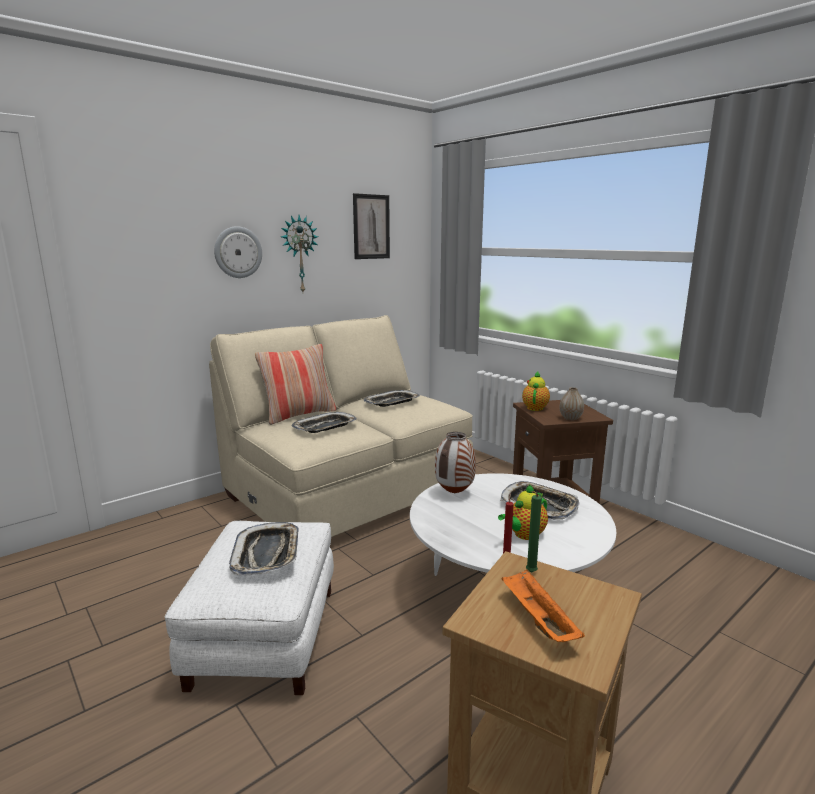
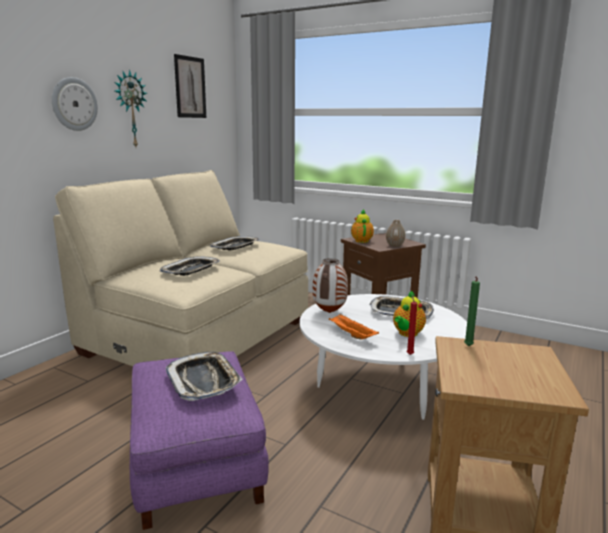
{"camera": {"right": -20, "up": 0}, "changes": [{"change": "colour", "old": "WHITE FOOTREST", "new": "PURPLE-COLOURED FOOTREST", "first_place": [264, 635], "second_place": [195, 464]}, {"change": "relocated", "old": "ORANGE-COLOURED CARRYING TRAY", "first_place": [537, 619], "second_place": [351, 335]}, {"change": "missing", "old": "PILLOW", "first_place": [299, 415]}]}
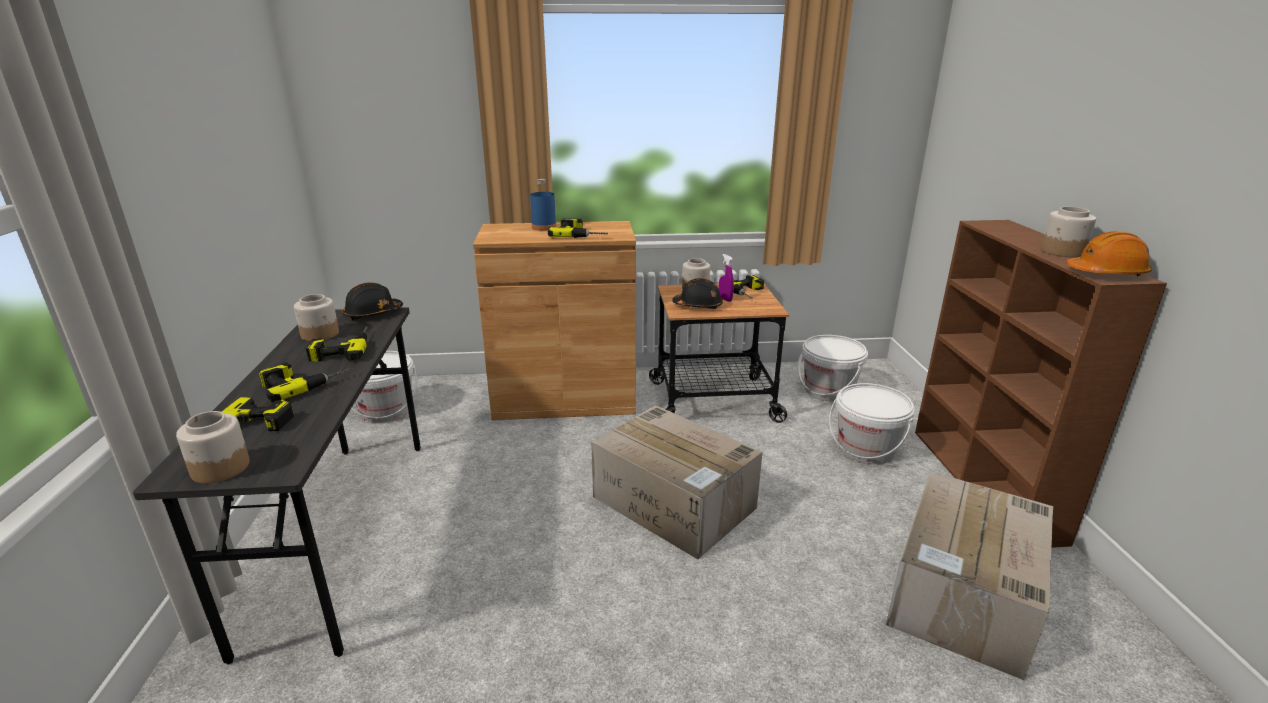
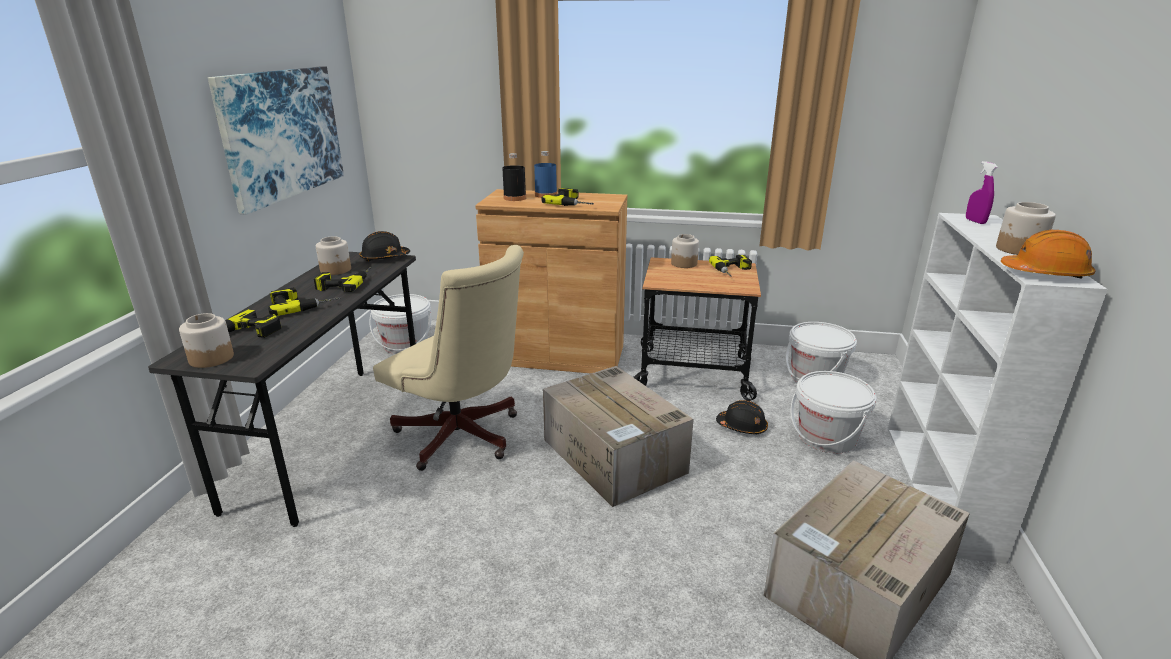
{"camera": {"right": 15, "up": 0}, "changes": [{"change": "appeared", "new": "WALL PICTURE", "second_place": [282, 134]}, {"change": "appeared", "new": "BEIGE-COLOURED DESK CHAIR", "second_place": [463, 438]}, {"change": "appeared", "new": "BLACK-COLOURED BOTTLE", "second_place": [514, 198]}, {"change": "relocated", "old": "BLACK-COLOURED SAFETY HELMET", "first_place": [698, 306], "second_place": [742, 427]}, {"change": "colour", "old": "BROWNISH BOOKCASE", "new": "WHITE BOOKCASE", "first_place": [985, 483], "second_place": [940, 488]}, {"change": "relocated", "old": "PURPLE-COLOURED SPRAY BOTTLE", "first_place": [725, 299], "second_place": [975, 221]}]}
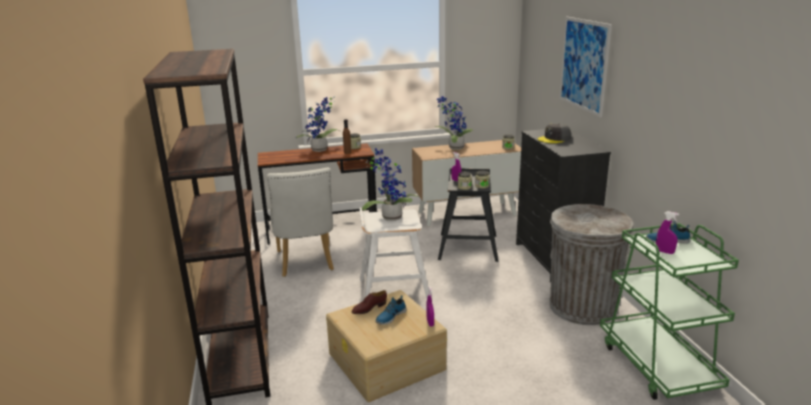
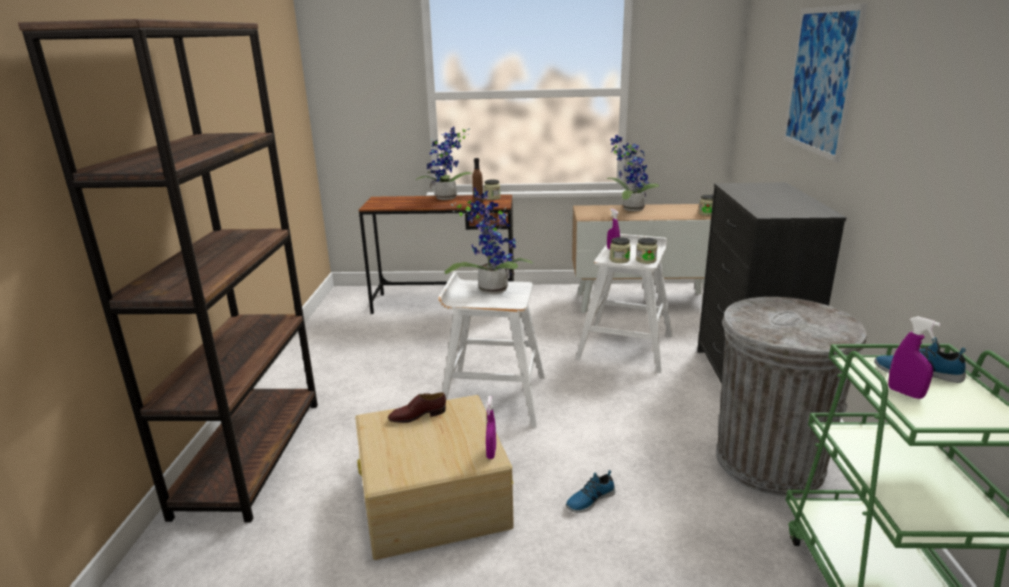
{"camera": {"right": 15, "up": 0}, "changes": [{"change": "relocated", "old": "LOW SHOE", "first_place": [390, 316], "second_place": [589, 499]}, {"change": "colour", "old": "BLACK-COLOURED STOOL", "new": "WHITE STOOL", "first_place": [468, 246], "second_place": [626, 346]}, {"change": "missing", "old": "WHITE PLAIN CHAIR", "first_place": [306, 263]}, {"change": "missing", "old": "GREYISH BASEBALL CAP", "first_place": [554, 139]}]}
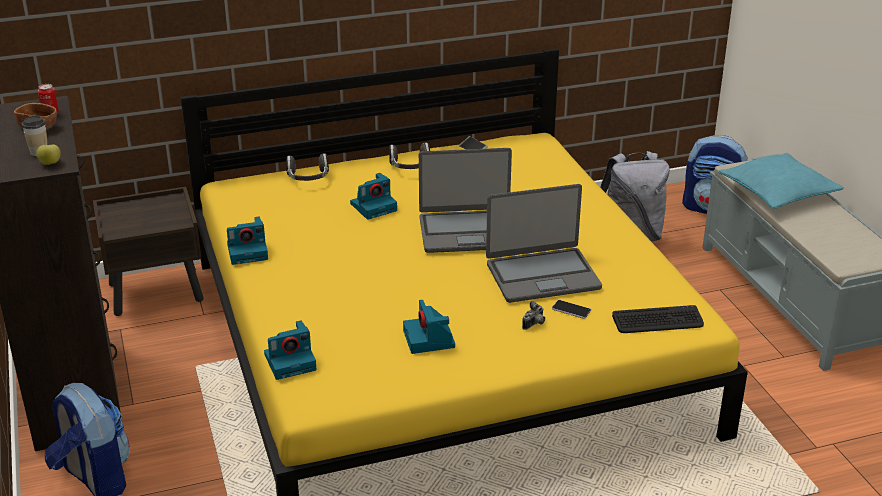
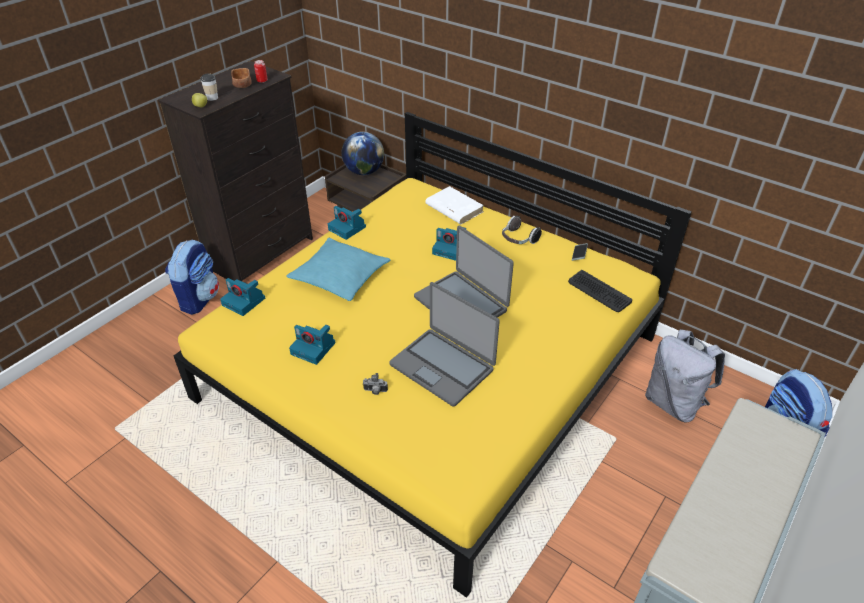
{"camera": {"right": 55, "up": 10}, "changes": [{"change": "relocated", "old": "TURQUOISE PILLOW", "first_place": [778, 192], "second_place": [340, 277]}, {"change": "spun", "old": "PHOTO CAMERA", "first_place": [429, 340], "second_place": [314, 348], "degrees": -105}, {"change": "appeared", "new": "GLOBE", "second_place": [364, 172]}, {"change": "exchanged", "old": "PAIR OF HEADPHONES", "new": "WHITE VOLUME", "first_place": [308, 179], "second_place": [453, 208]}, {"change": "relocated", "old": "COMPUTER KEYBOARD", "first_place": [657, 321], "second_place": [599, 292]}, {"change": "missing", "old": "TELEPHONE", "first_place": [571, 310]}]}
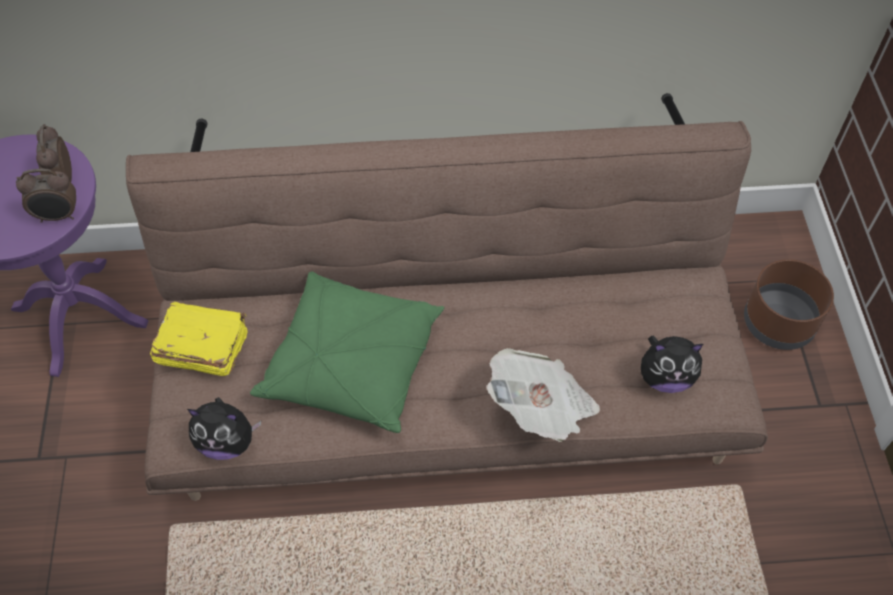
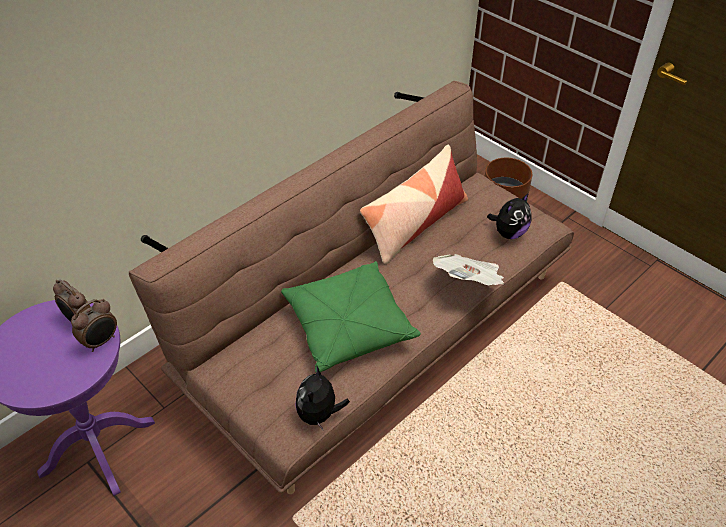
{"camera": {"right": -40, "up": -10}, "changes": [{"change": "spun", "old": "SOFT TOY", "first_place": [227, 442], "second_place": [319, 414], "degrees": 135}, {"change": "appeared", "new": "PILLOW", "second_place": [415, 224]}, {"change": "missing", "old": "YELLOW-COLOURED VOLUME", "first_place": [202, 347]}]}
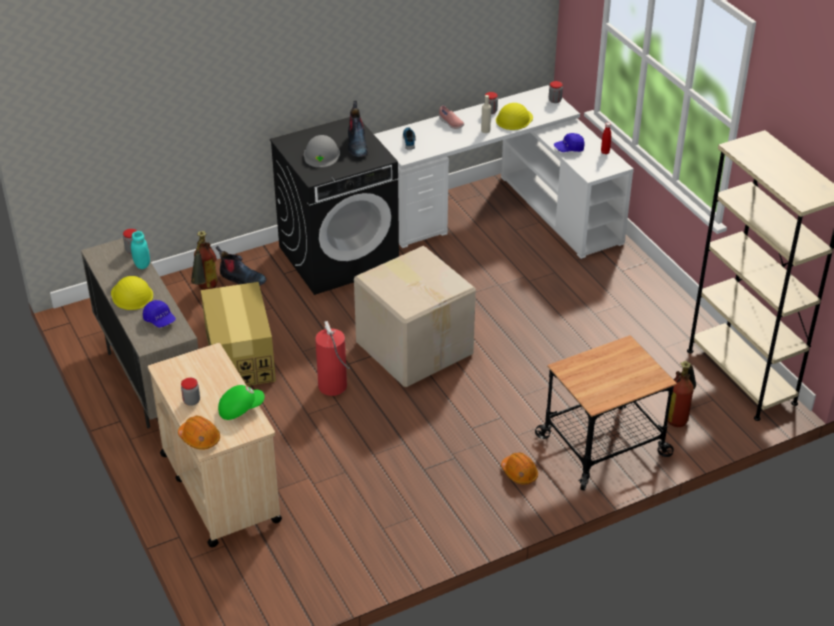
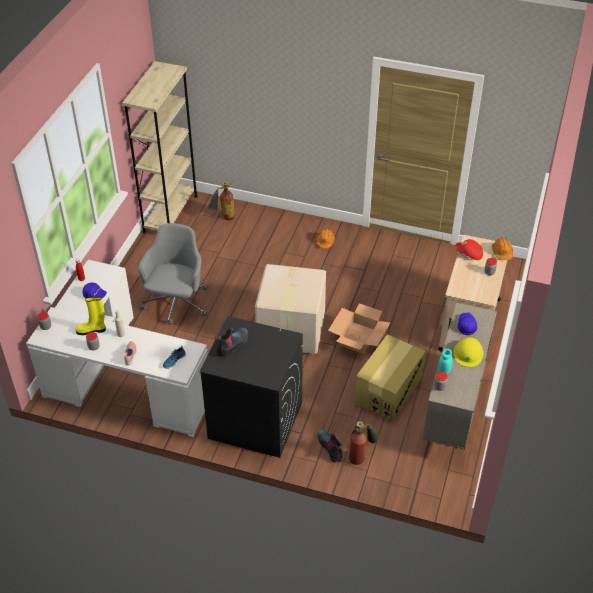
{"camera": {"right": -135, "up": 5}, "changes": [{"change": "exchanged", "old": "YELLOW-COLOURED SAFETY HELMET", "new": "YELLOW-COLOURED TALL BOOT", "first_place": [514, 119], "second_place": [92, 330]}, {"change": "appeared", "new": "GREYISH DESK CHAIR", "second_place": [177, 304]}, {"change": "exchanged", "old": "EXTINGUISHER", "new": "CARDBOARD BOX", "first_place": [333, 387], "second_place": [358, 338]}, {"change": "colour", "old": "GREEN BASEBALL CAP", "new": "RED-COLOURED BASEBALL CAP", "first_place": [240, 408], "second_place": [469, 254]}, {"change": "missing", "old": "GREYISH SAFETY HELMET", "first_place": [321, 154]}, {"change": "missing", "old": "TROLLEY", "first_place": [603, 447]}]}
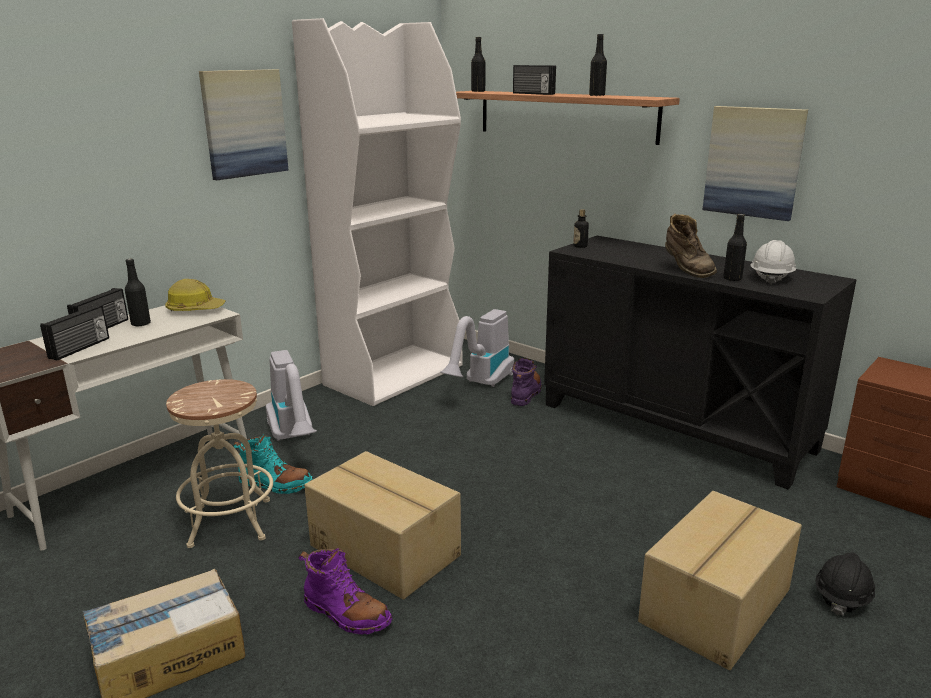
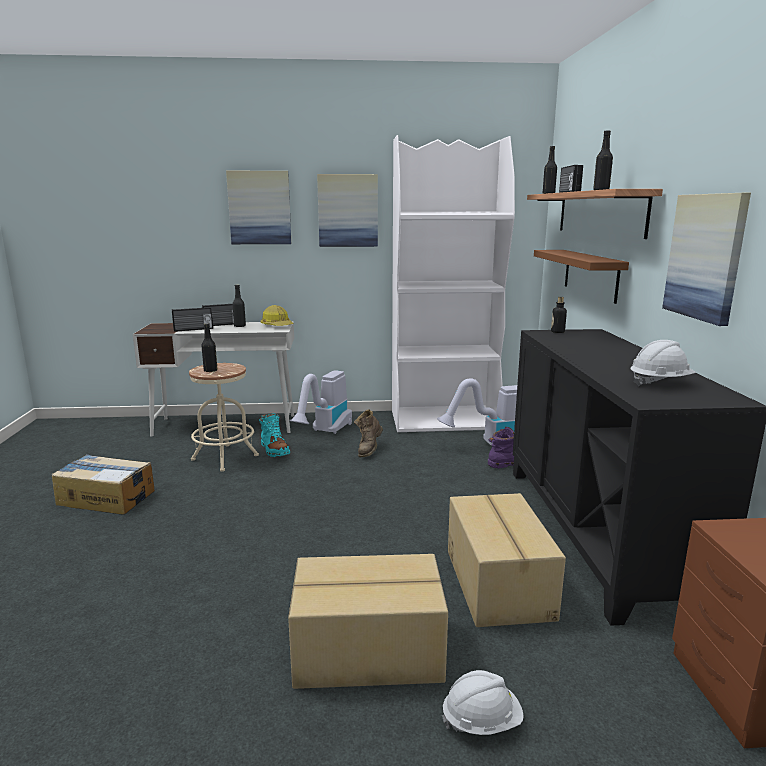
{"camera": {"right": 45, "up": -5}, "changes": [{"change": "relocated", "old": "BLACK-COLOURED BOTTLE", "first_place": [732, 279], "second_place": [210, 371]}, {"change": "appeared", "new": "WALL PICTURE", "second_place": [259, 208]}, {"change": "relocated", "old": "BROWNISH TALL BOOT", "first_place": [686, 270], "second_place": [369, 450]}, {"change": "colour", "old": "BLACK-COLOURED SAFETY HELMET", "new": "WHITE SAFETY HELMET", "first_place": [842, 596], "second_place": [481, 721]}, {"change": "relocated", "old": "CARDBOARD BOX", "first_place": [385, 549], "second_place": [499, 583]}, {"change": "appeared", "new": "BROWNISH WALL SHELF", "second_place": [590, 274]}, {"change": "missing", "old": "PURPLE-COLOURED TALL BOOT", "first_place": [346, 614]}]}
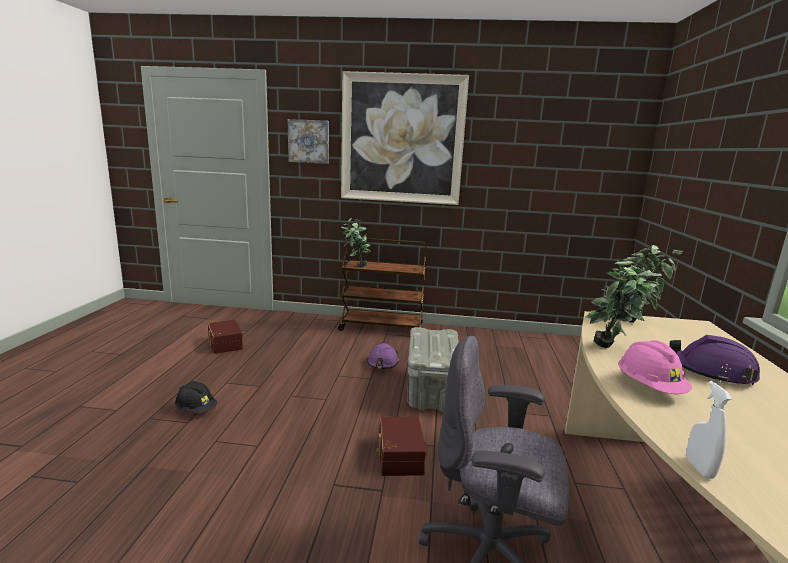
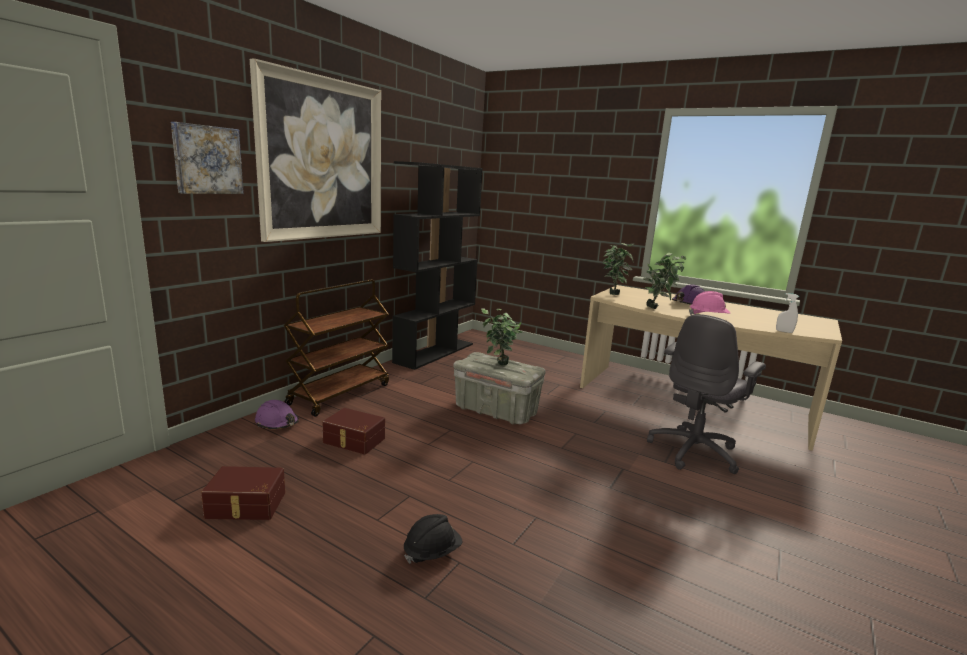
{"camera": {"right": -65, "up": 0}, "changes": [{"change": "relocated", "old": "PURPLE-COLOURED SAFETY HELMET", "first_place": [382, 363], "second_place": [277, 423]}, {"change": "relocated", "old": "BROWNISH STORAGE CONTAINER", "first_place": [398, 456], "second_place": [353, 441]}, {"change": "appeared", "new": "BLACK-COLOURED BOOKCASE", "second_place": [434, 352]}, {"change": "relocated", "old": "POTTED PLANT", "first_place": [355, 266], "second_place": [499, 366]}]}
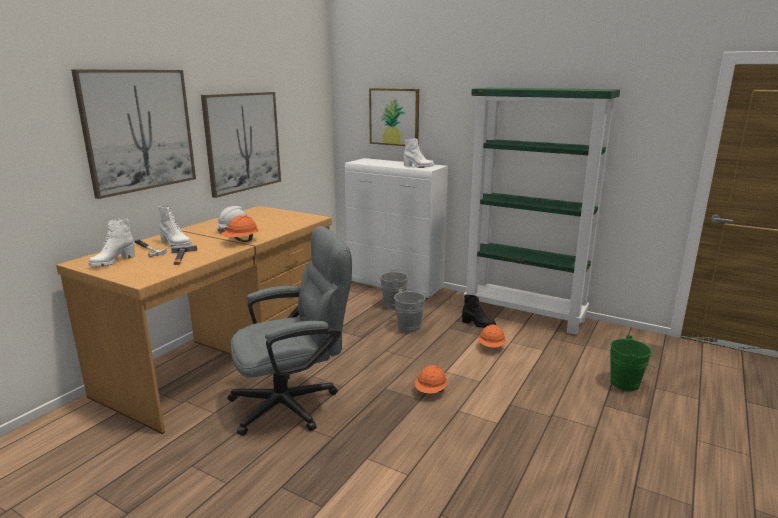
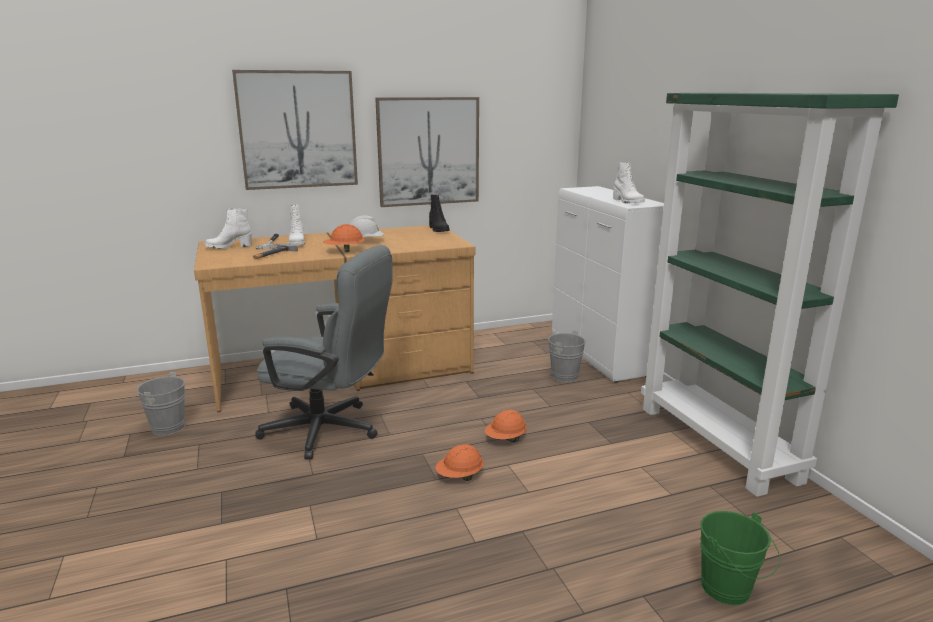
{"camera": {"right": 40, "up": 0}, "changes": [{"change": "relocated", "old": "GREYISH PAIL", "first_place": [407, 328], "second_place": [164, 427]}, {"change": "relocated", "old": "BLACK-COLOURED TALL BOOT", "first_place": [478, 324], "second_place": [438, 230]}, {"change": "relocated", "old": "ORANGE-COLOURED SAFETY HELMET", "first_place": [491, 347], "second_place": [505, 439]}, {"change": "missing", "old": "WALL PICTURE", "first_place": [394, 117]}]}
